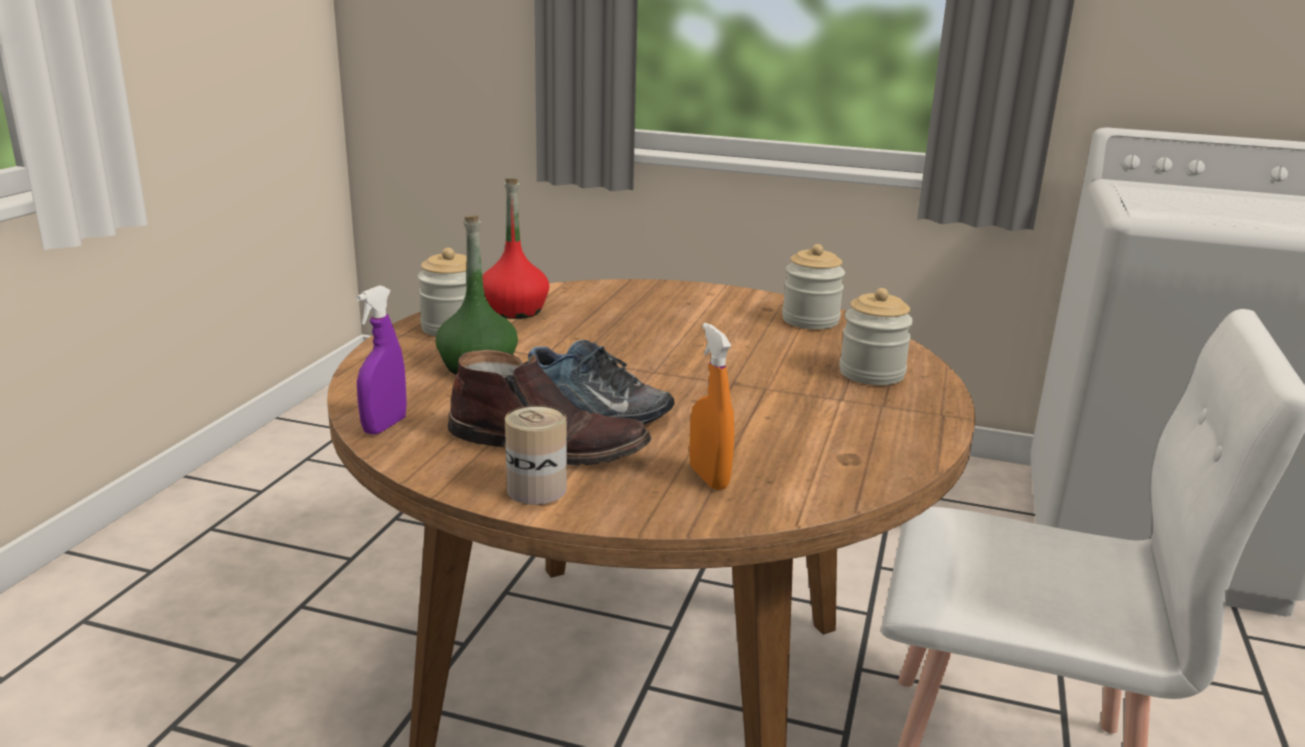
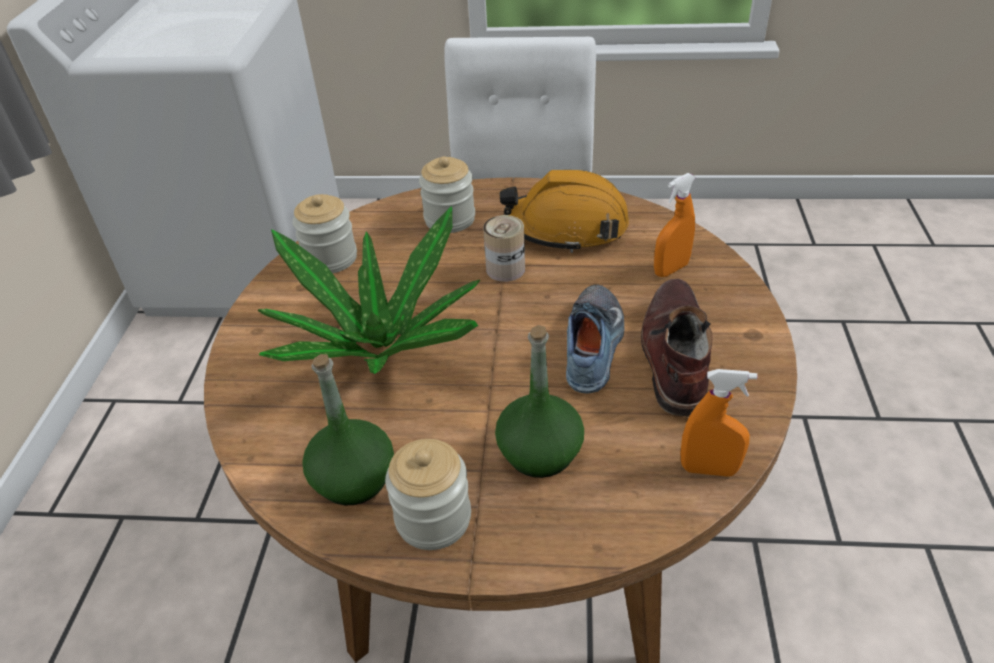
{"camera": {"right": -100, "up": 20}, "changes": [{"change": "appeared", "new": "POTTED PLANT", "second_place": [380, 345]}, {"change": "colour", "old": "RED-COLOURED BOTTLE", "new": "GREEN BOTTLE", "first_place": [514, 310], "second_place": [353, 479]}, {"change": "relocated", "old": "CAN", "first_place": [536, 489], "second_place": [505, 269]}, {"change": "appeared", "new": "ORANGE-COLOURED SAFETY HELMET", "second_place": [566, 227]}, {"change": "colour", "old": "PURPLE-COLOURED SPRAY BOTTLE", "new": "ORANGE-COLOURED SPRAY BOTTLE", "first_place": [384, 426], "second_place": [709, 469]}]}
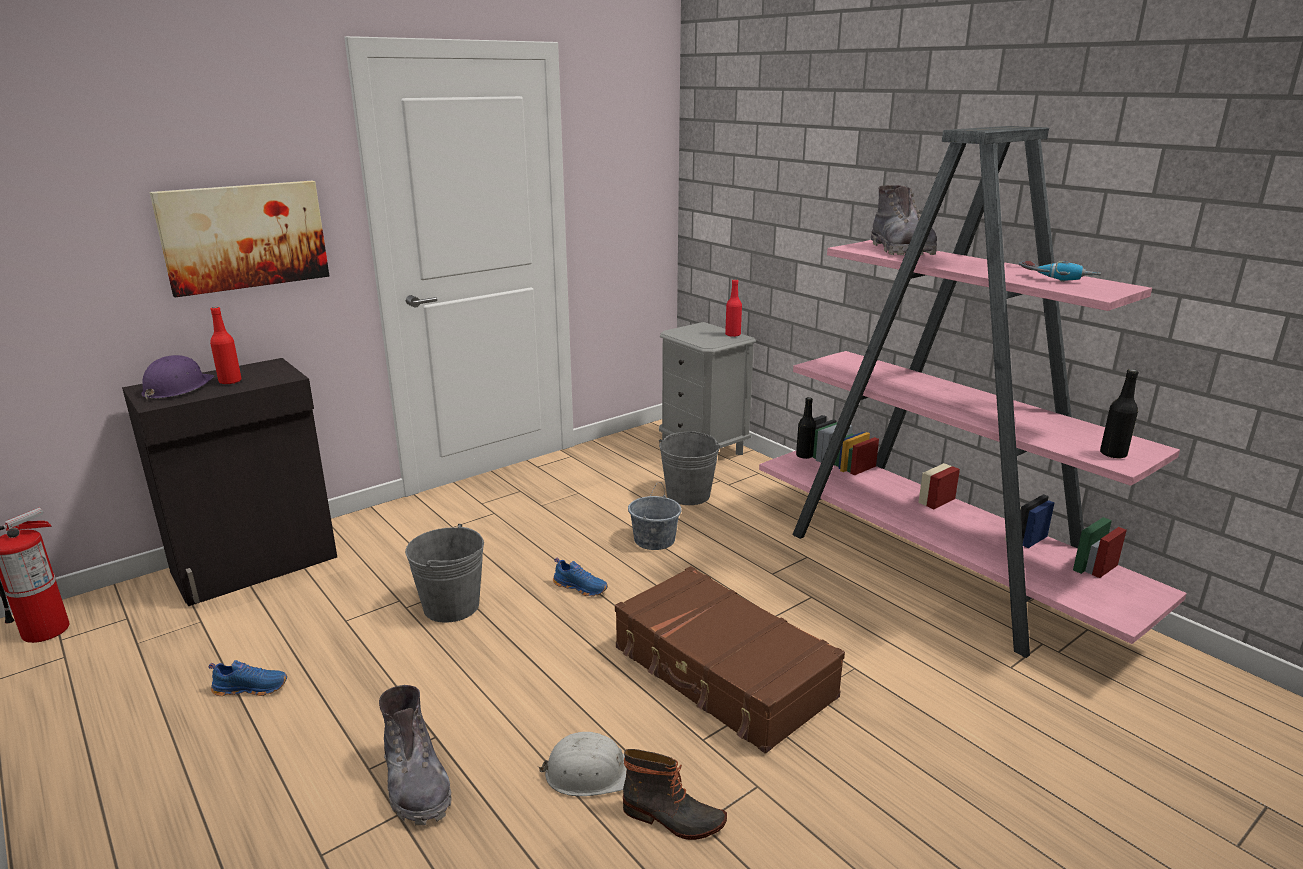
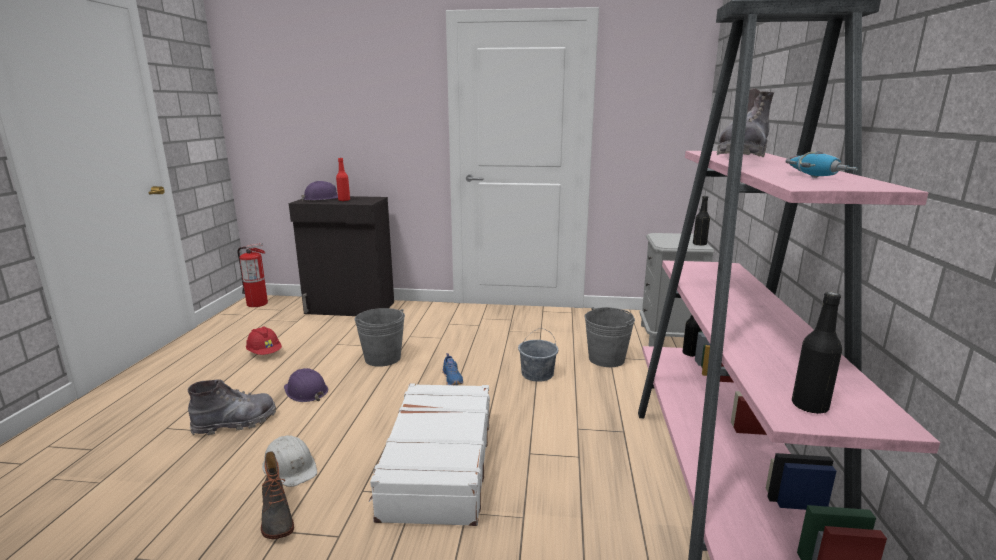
{"camera": {"right": 45, "up": -5}, "changes": [{"change": "spun", "old": "GREYISH TALL BOOT", "first_place": [416, 782], "second_place": [235, 423], "degrees": -135}, {"change": "exchanged", "old": "BLUE LOW SHOE", "new": "RED-COLOURED SAFETY HELMET", "first_place": [251, 687], "second_place": [265, 353]}, {"change": "appeared", "new": "PURPLE-COLOURED SAFETY HELMET", "second_place": [305, 391]}, {"change": "colour", "old": "BROWNISH SUITCASE", "new": "WHITE SUITCASE", "first_place": [722, 673], "second_place": [438, 464]}, {"change": "colour", "old": "RED-COLOURED BOTTLE", "new": "BLACK-COLOURED BOTTLE", "first_place": [733, 335], "second_place": [699, 244]}, {"change": "missing", "old": "WALL PICTURE", "first_place": [244, 236]}]}
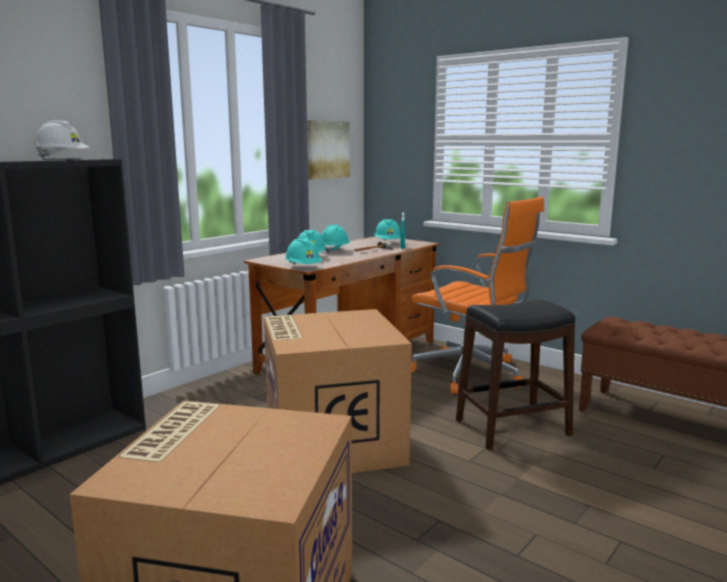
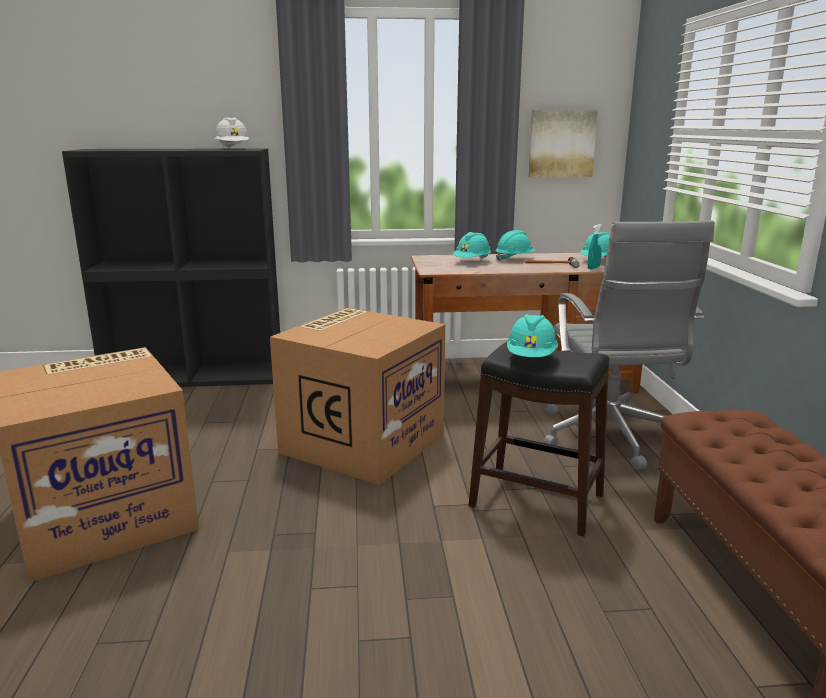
{"camera": {"right": 45, "up": 5}, "changes": [{"change": "relocated", "old": "TURQUOISE SAFETY HELMET", "first_place": [303, 268], "second_place": [531, 358]}, {"change": "colour", "old": "ORANGE-COLOURED DESK CHAIR", "new": "GREYISH DESK CHAIR", "first_place": [471, 374], "second_place": [610, 437]}]}
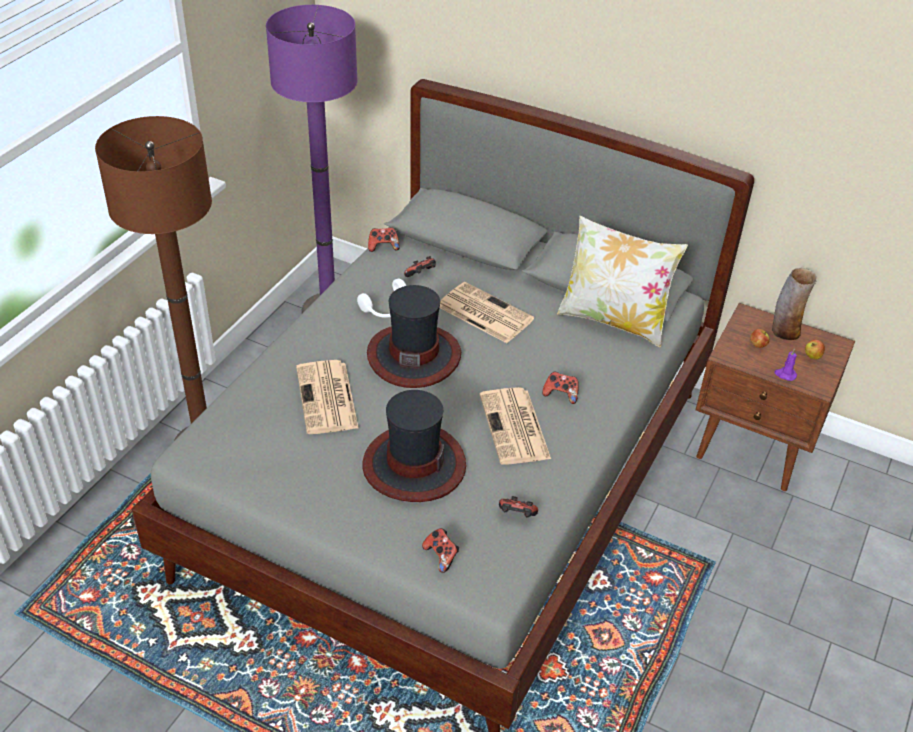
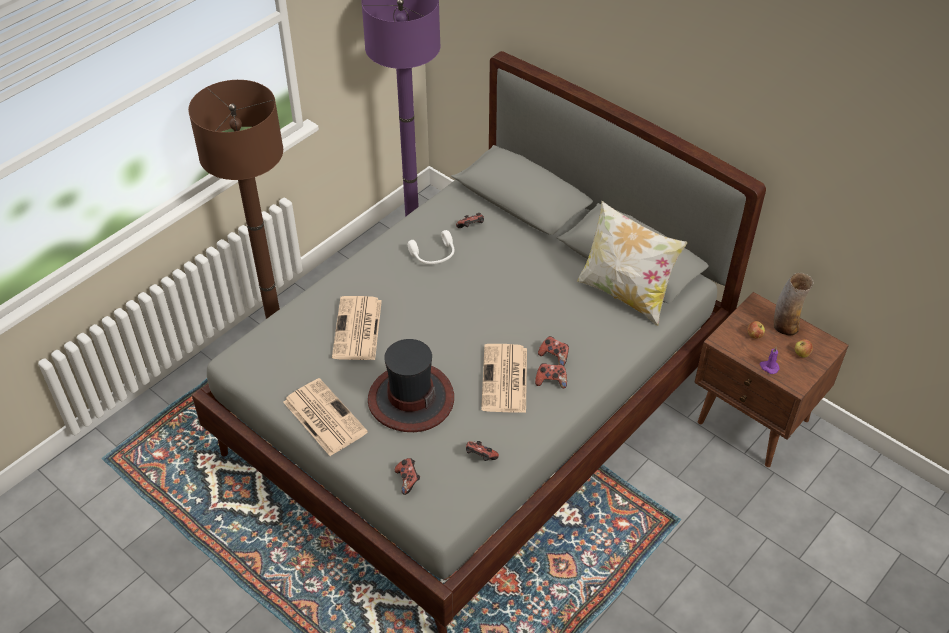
{"camera": {"right": 15, "up": 5}, "changes": [{"change": "relocated", "old": "DAILY PAPER", "first_place": [483, 313], "second_place": [323, 417]}, {"change": "relocated", "old": "JOYPAD", "first_place": [383, 247], "second_place": [551, 381]}, {"change": "missing", "old": "CLOTHING HAT", "first_place": [414, 355]}]}
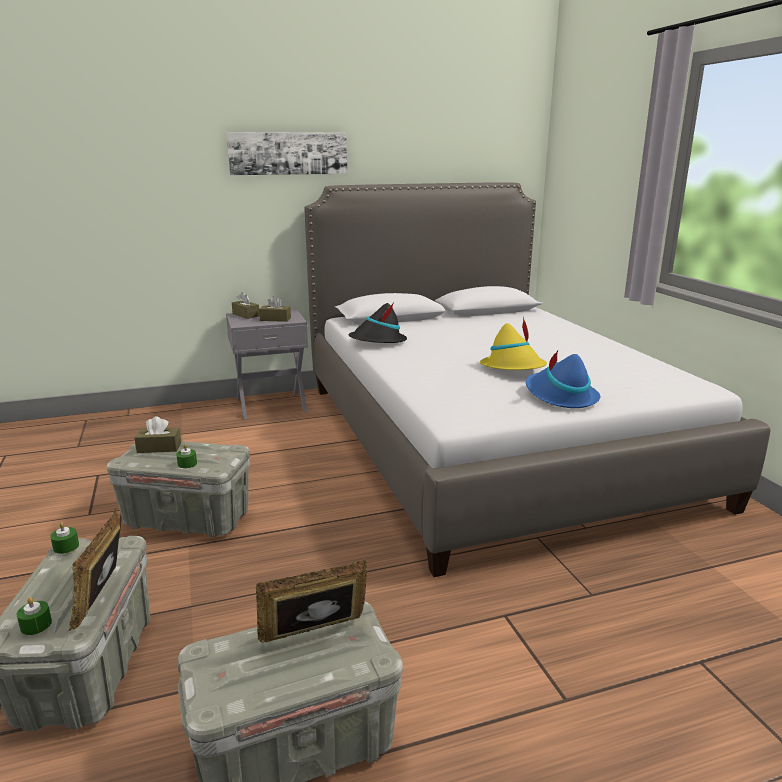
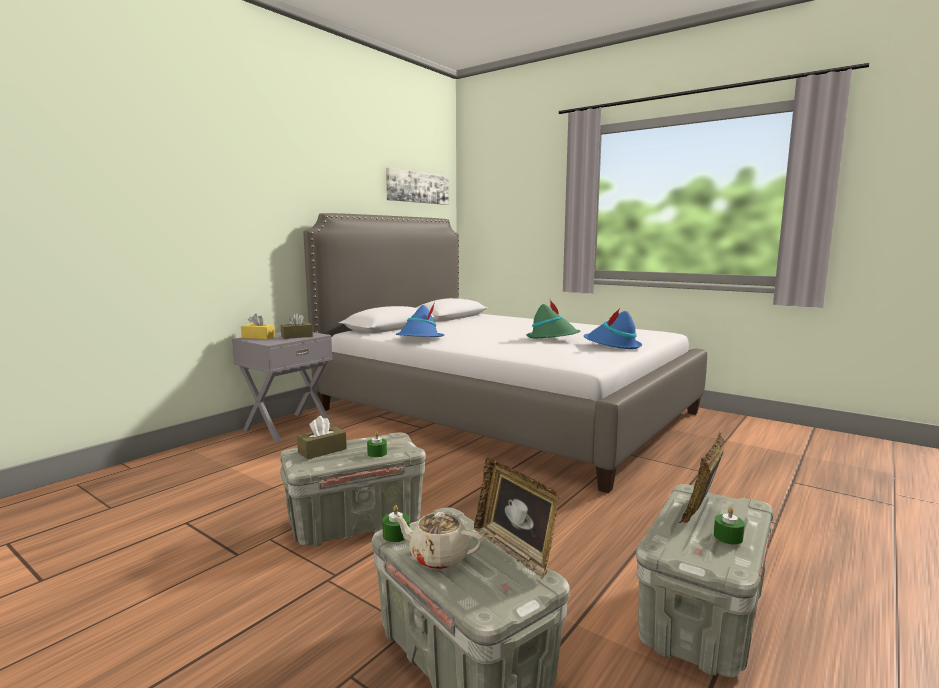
{"camera": {"right": -35, "up": -10}, "changes": [{"change": "colour", "old": "BROWNISH TISSUE BOX", "new": "YELLOW-COLOURED TISSUE BOX", "first_place": [246, 315], "second_place": [258, 337]}, {"change": "relocated", "old": "WALL PICTURE", "first_place": [288, 153], "second_place": [417, 187]}, {"change": "appeared", "new": "BEIGE-COLOURED POT FOR TEA", "second_place": [438, 557]}, {"change": "colour", "old": "BLACK-COLOURED CLOTHING HAT", "new": "BLUE CLOTHING HAT", "first_place": [378, 341], "second_place": [419, 339]}, {"change": "colour", "old": "YELLOW-COLOURED CLOTHING HAT", "new": "GREEN CLOTHING HAT", "first_place": [513, 368], "second_place": [552, 338]}, {"change": "relocated", "old": "GREEN WAX CANDLE", "first_place": [36, 625], "second_place": [728, 537]}]}
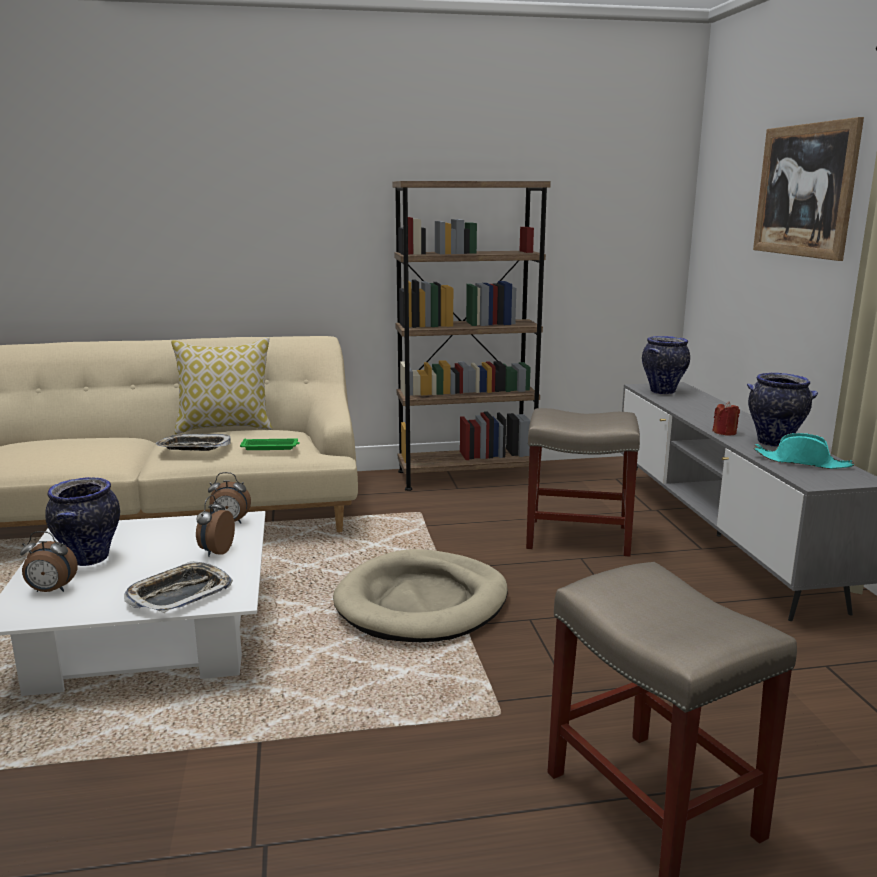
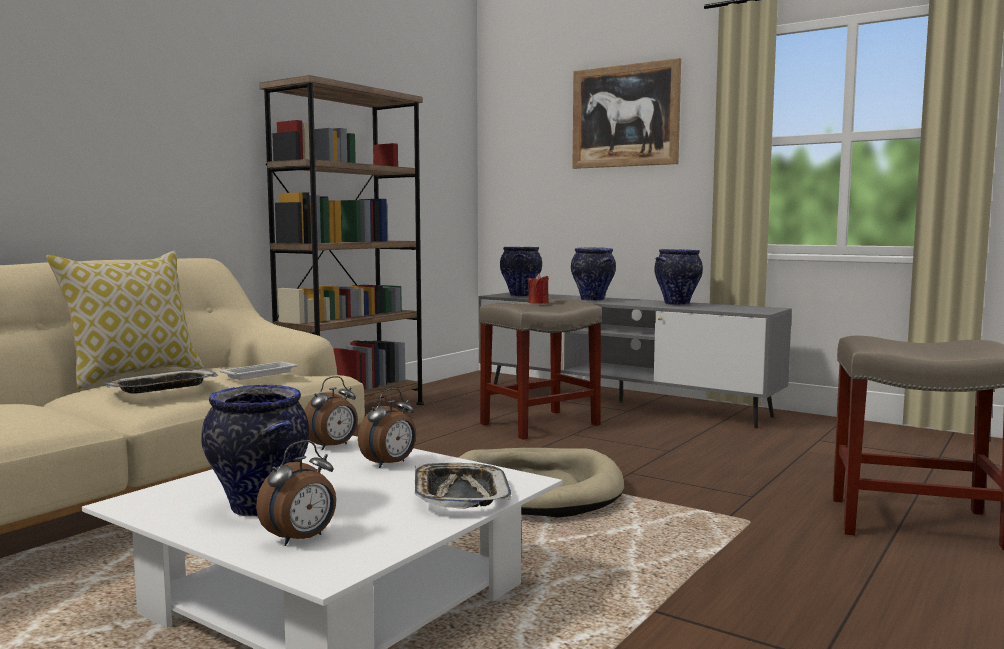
{"camera": {"right": -45, "up": -10}, "changes": [{"change": "colour", "old": "GREEN CARRYING TRAY", "new": "WHITE CARRYING TRAY", "first_place": [271, 447], "second_place": [261, 374]}, {"change": "spun", "old": "BEDSIDE CLOCK", "first_place": [215, 551], "second_place": [390, 464], "degrees": -105}, {"change": "relocated", "old": "RED-COLOURED WAX CANDLE", "first_place": [724, 432], "second_place": [538, 303]}, {"change": "appeared", "new": "VASE", "second_place": [593, 300]}, {"change": "missing", "old": "TURQUOISE CLOTHING HAT", "first_place": [802, 462]}]}
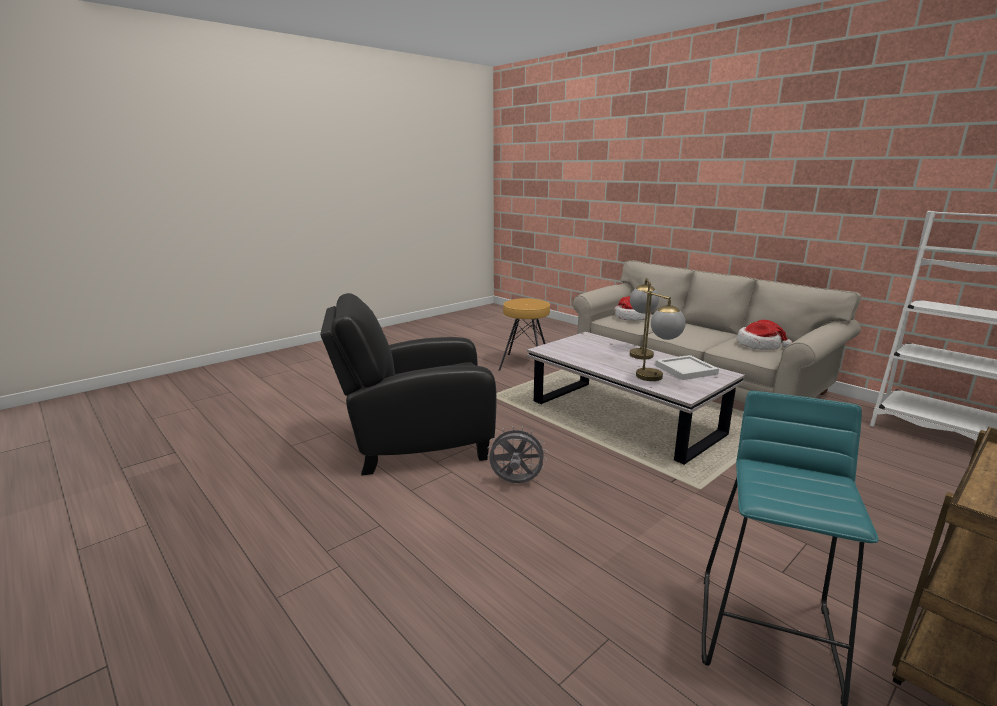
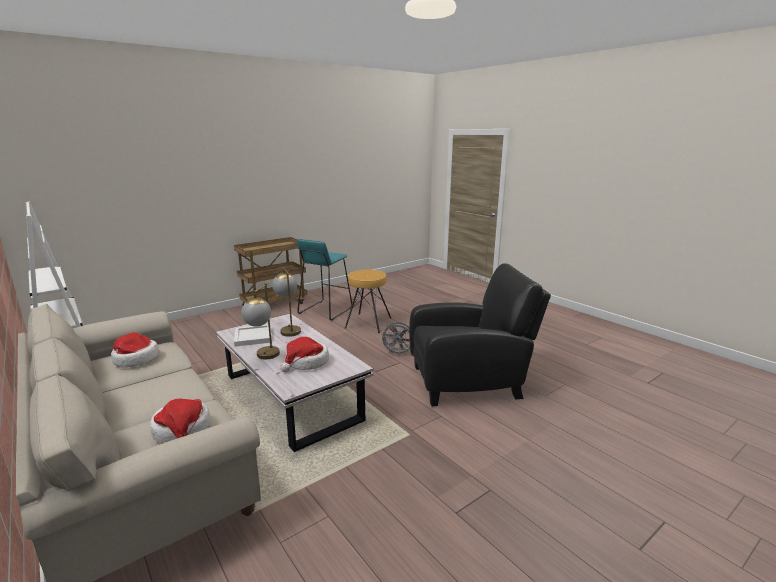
{"camera": {"right": -175, "up": 0}, "changes": [{"change": "appeared", "new": "CLOTHING HAT", "second_place": [306, 362]}, {"change": "relocated", "old": "BROWNISH STOOL", "first_place": [525, 363], "second_place": [368, 323]}]}
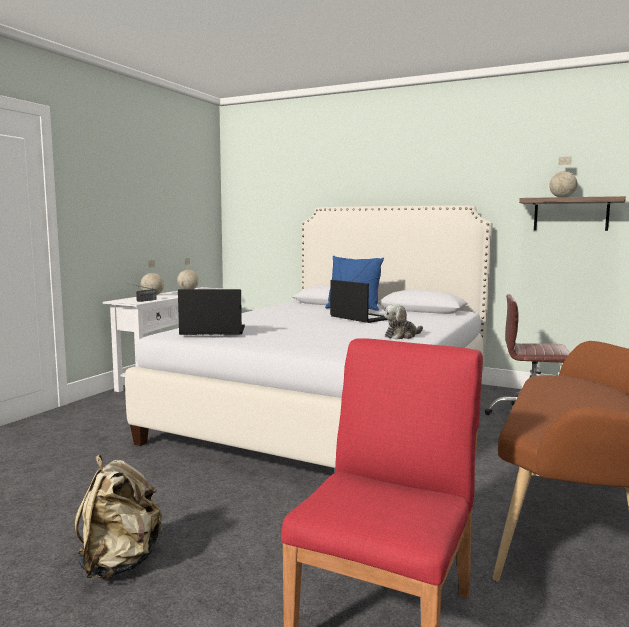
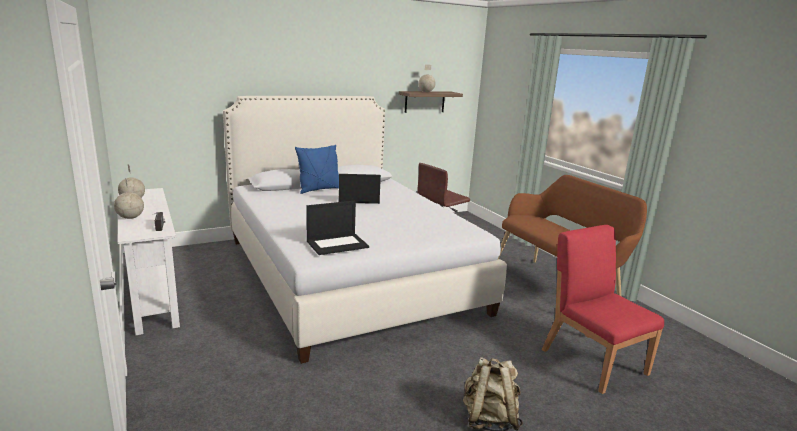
{"camera": {"right": -55, "up": 10}, "changes": [{"change": "spun", "old": "NOTEBOOK COMPUTER", "first_place": [212, 331], "second_place": [337, 244], "degrees": -150}, {"change": "missing", "old": "SOFT TOY", "first_place": [402, 336]}]}
